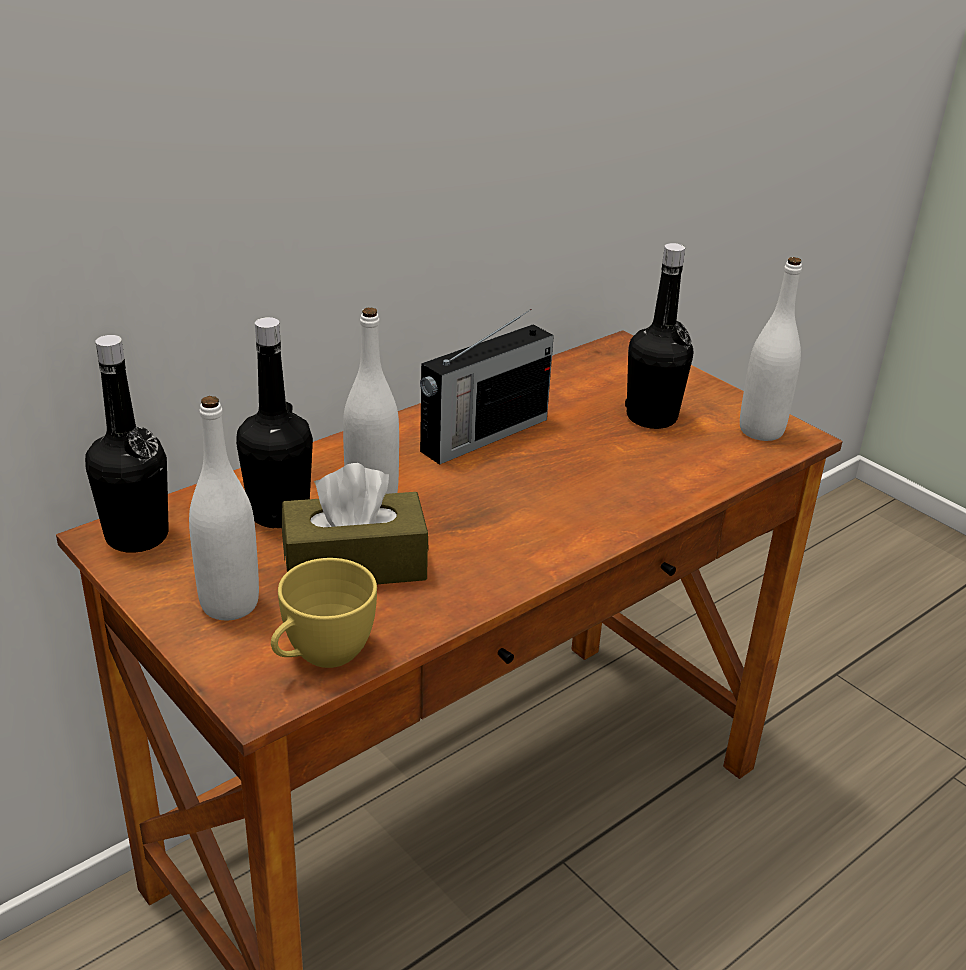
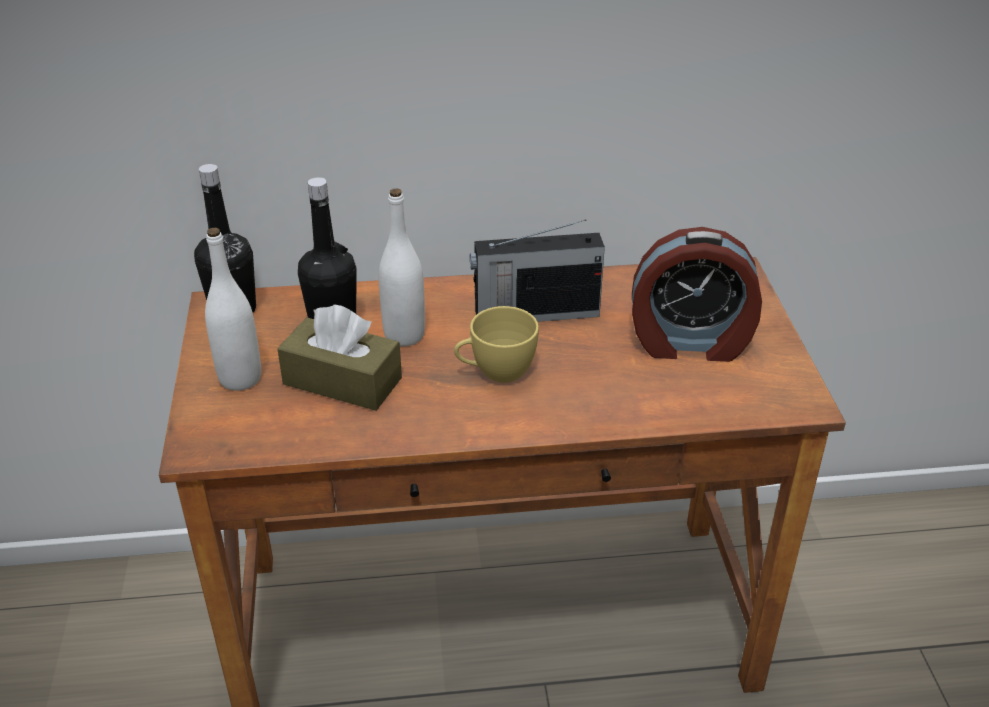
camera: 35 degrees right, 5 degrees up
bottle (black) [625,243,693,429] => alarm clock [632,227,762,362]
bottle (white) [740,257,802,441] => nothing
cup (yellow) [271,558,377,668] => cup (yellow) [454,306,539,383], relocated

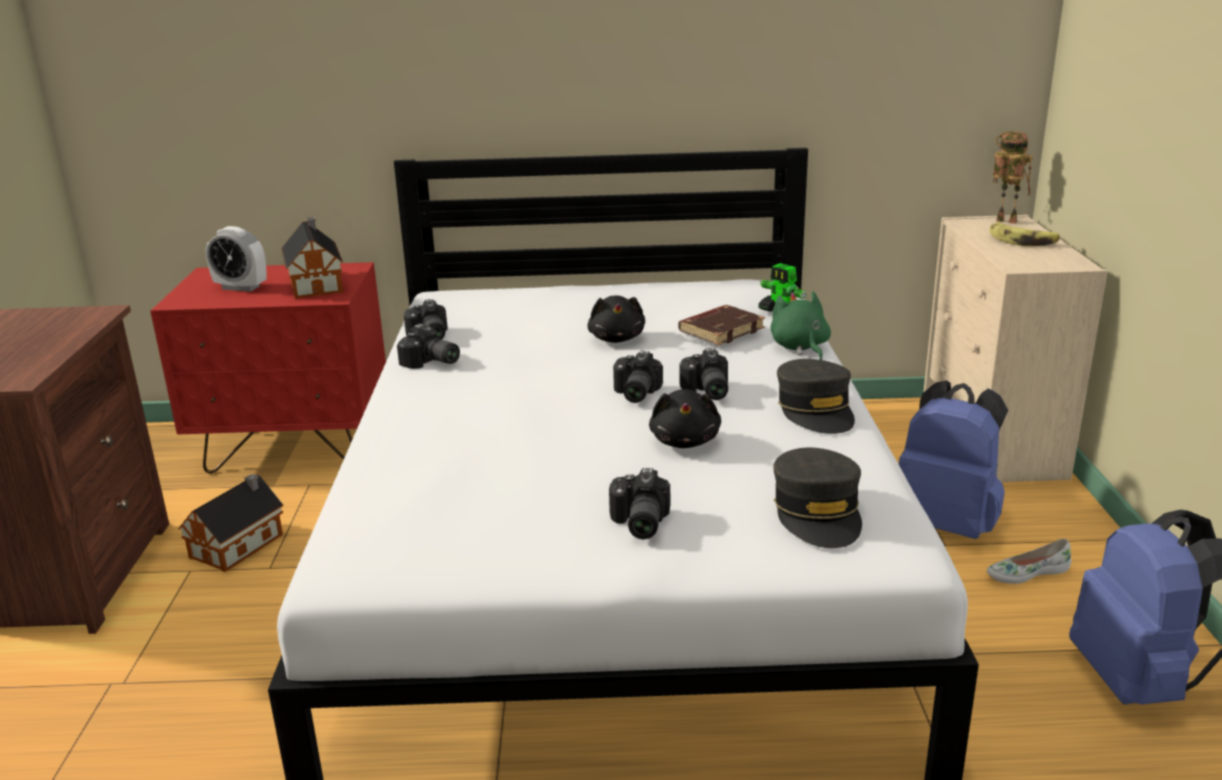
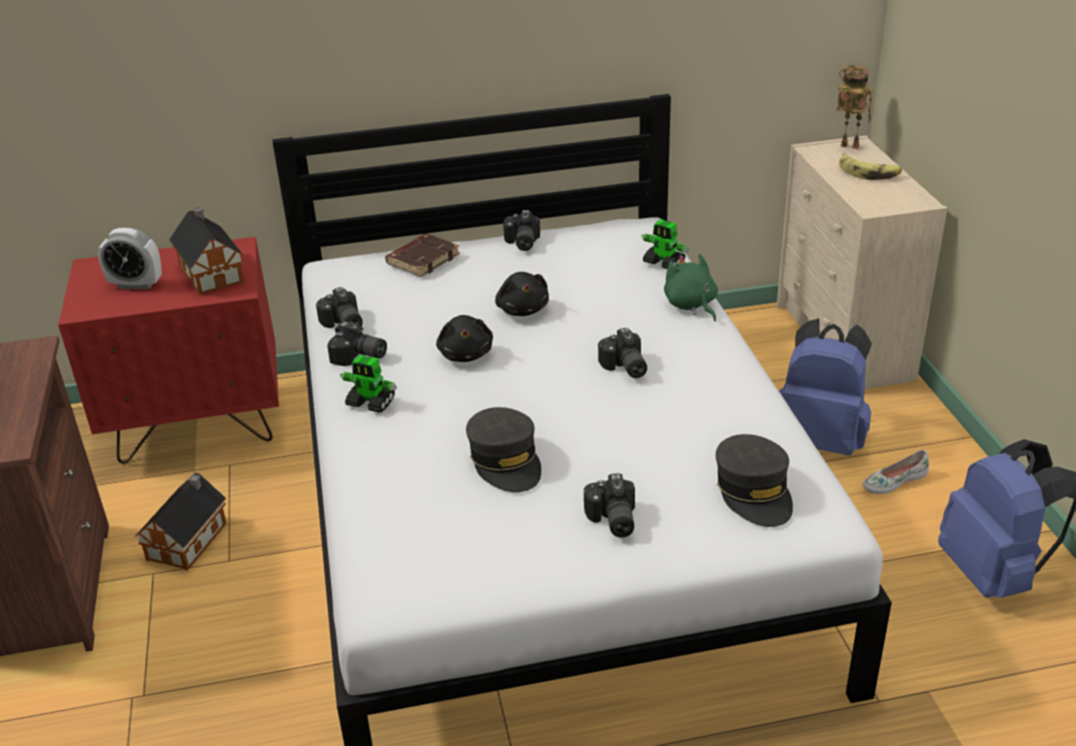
camera: 10 degrees left, 10 degrees up
book (brown) [679,305,765,345] => book (brown) [385,234,460,277], relocated
photo camera [613,351,663,403] => photo camera [503,210,540,251], relocated
cap (grey) [777,359,855,434] => cap (grey) [466,407,541,493], relocated
plush toy (black) [649,389,721,448] => plush toy (black) [436,315,493,362], relocated
nothing => toy robot [340,355,397,413]

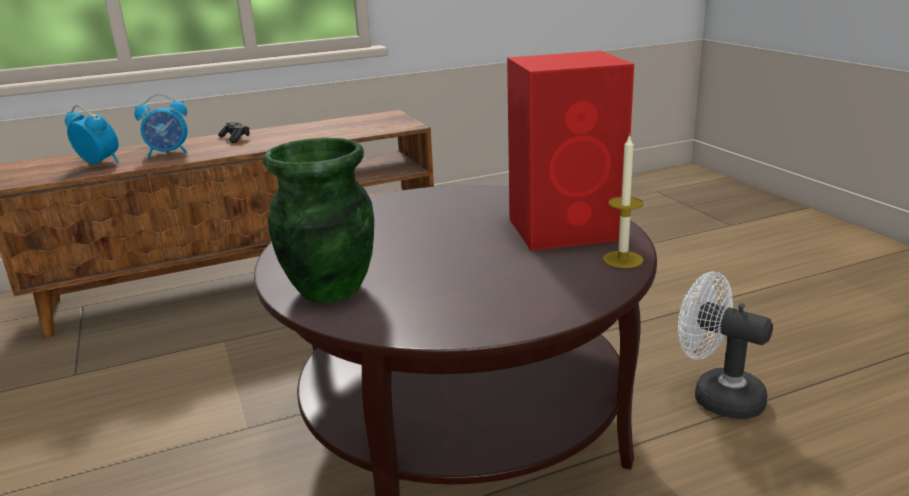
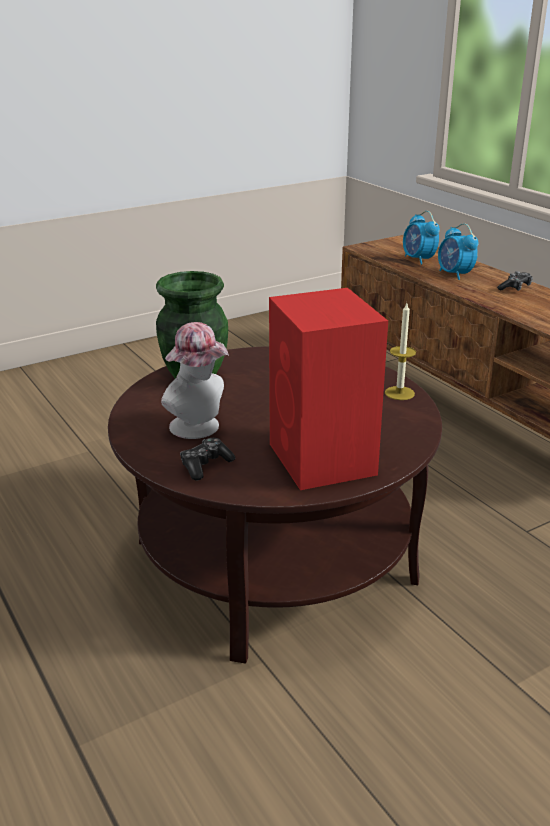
camera: 80 degrees right, 5 degrees up
alarm clock [65,105,119,164] => alarm clock [403,211,440,265], 135 degrees clockwise
candle [603,134,644,268] => candle [385,303,416,400], relocated
fan (white) [678,272,773,419] => nothing
nothing => hat [161,322,229,439]
nothing => game controller [180,438,235,480]

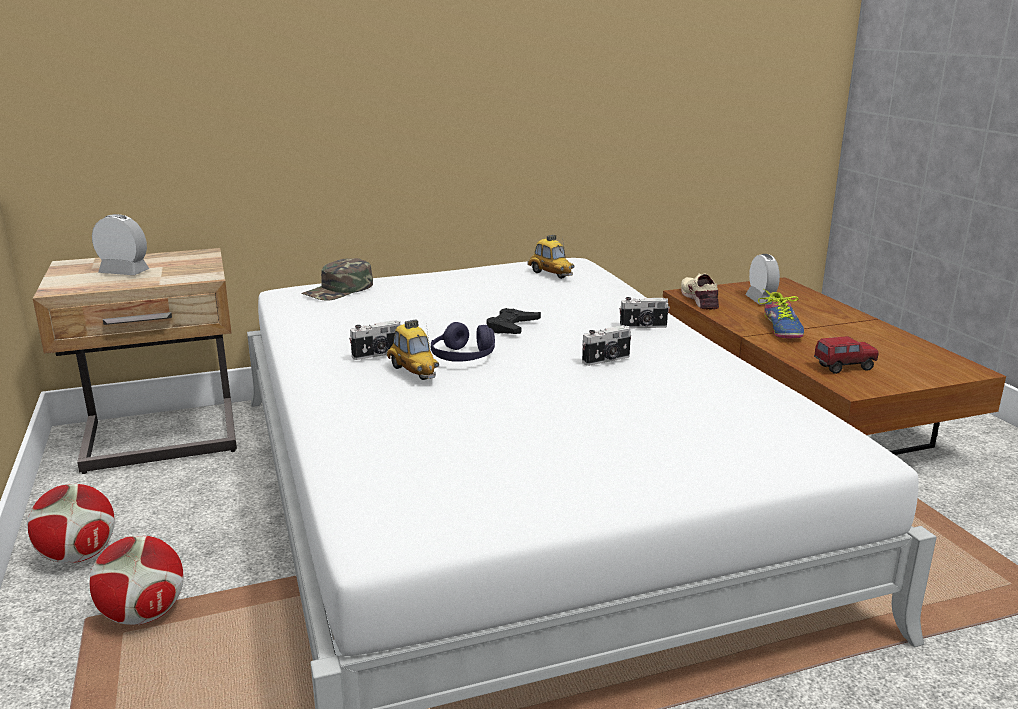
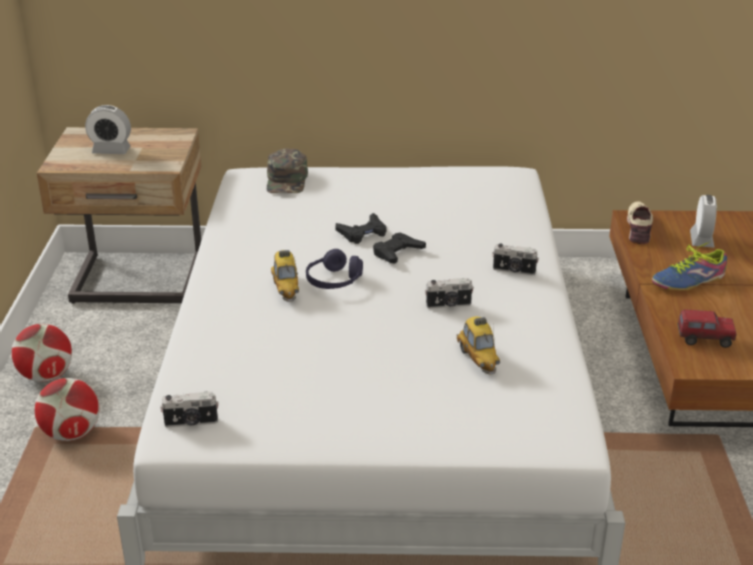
camera: 20 degrees right, 10 degrees up
alarm clock [92,214,149,275] => alarm clock [85,105,131,154], 150 degrees clockwise
toy car [527,235,574,279] => toy car [457,317,500,375], relocated
cap (green) [302,258,373,301] => cap (green) [267,148,308,193], 60 degrees counterclockwise
shoe [758,289,804,338] => shoe [652,241,727,291], 45 degrees clockwise
photo camera [349,320,400,360] => photo camera [160,392,219,427], relocated
nothing => game controller (black) [336,213,387,244]

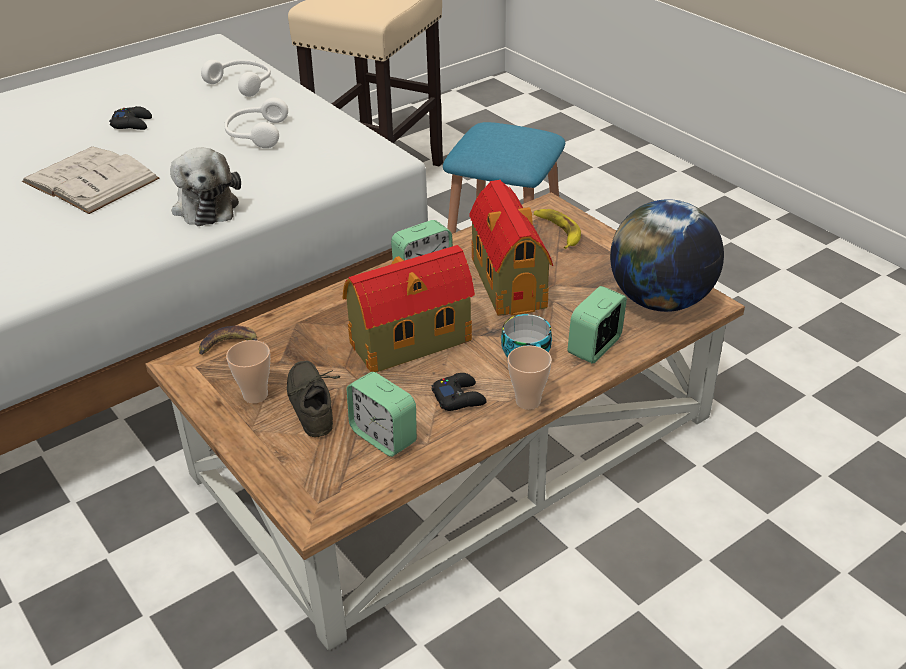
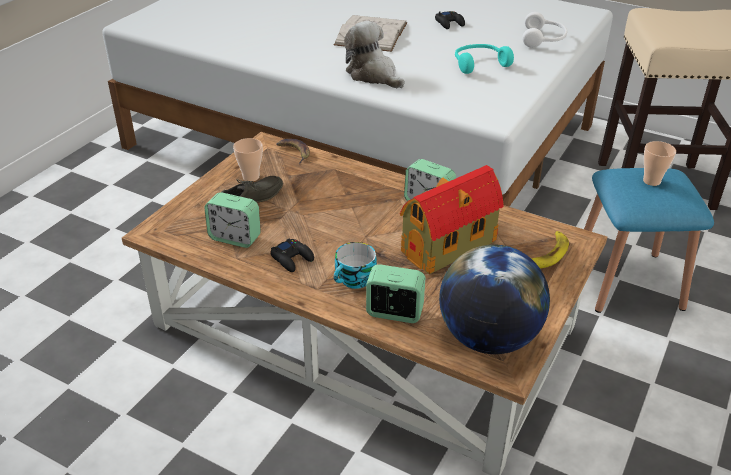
camera: 65 degrees right, 0 degrees up
headphones (white) [224,97,288,148] => headphones (turquoise) [455,44,514,74]
plush toy [170,148,241,226] => plush toy [344,21,405,88], 90 degrees clockwise
toy house [342,245,475,372] => nothing
cup [507,345,552,410] => cup [643,141,676,186], relocated
alarm clock [347,372,417,457] => alarm clock [204,192,261,248], 90 degrees counterclockwise

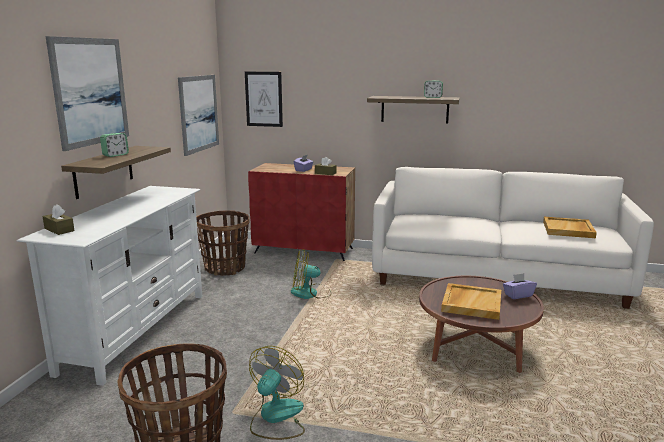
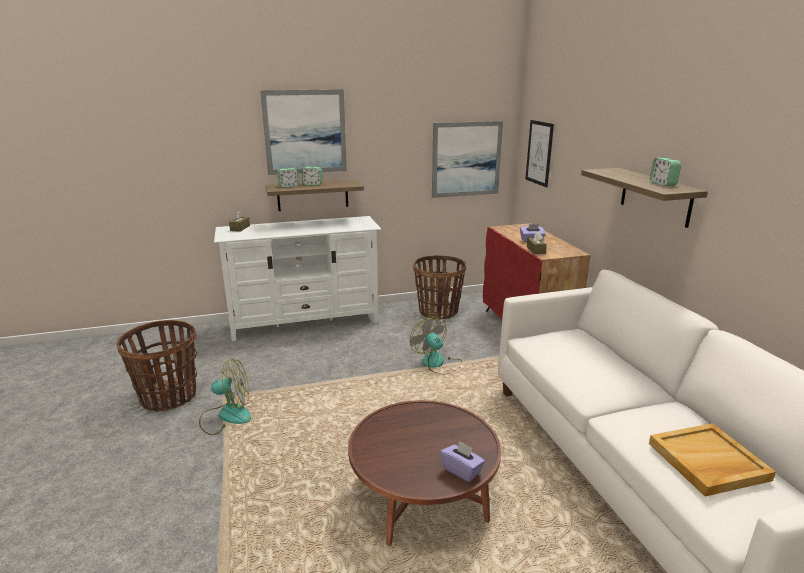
camera: 60 degrees right, 5 degrees up
tray (beige) [441,283,501,320] => nothing
nothing => alarm clock [277,168,299,188]

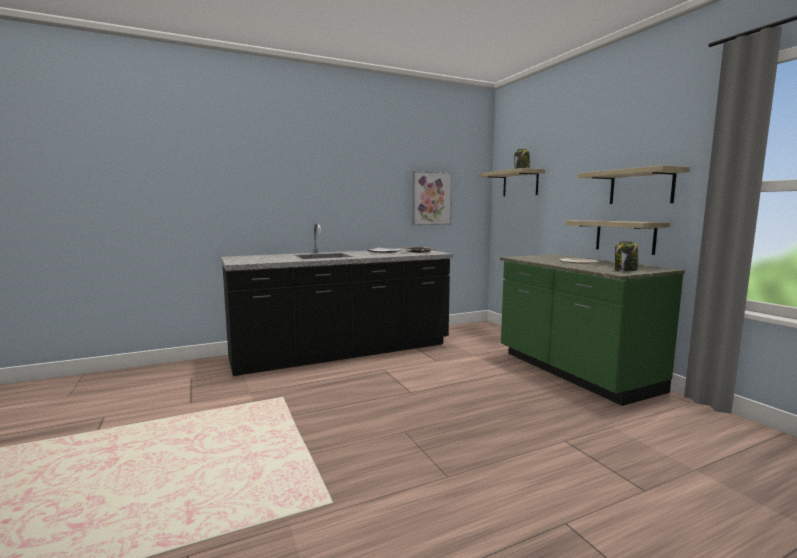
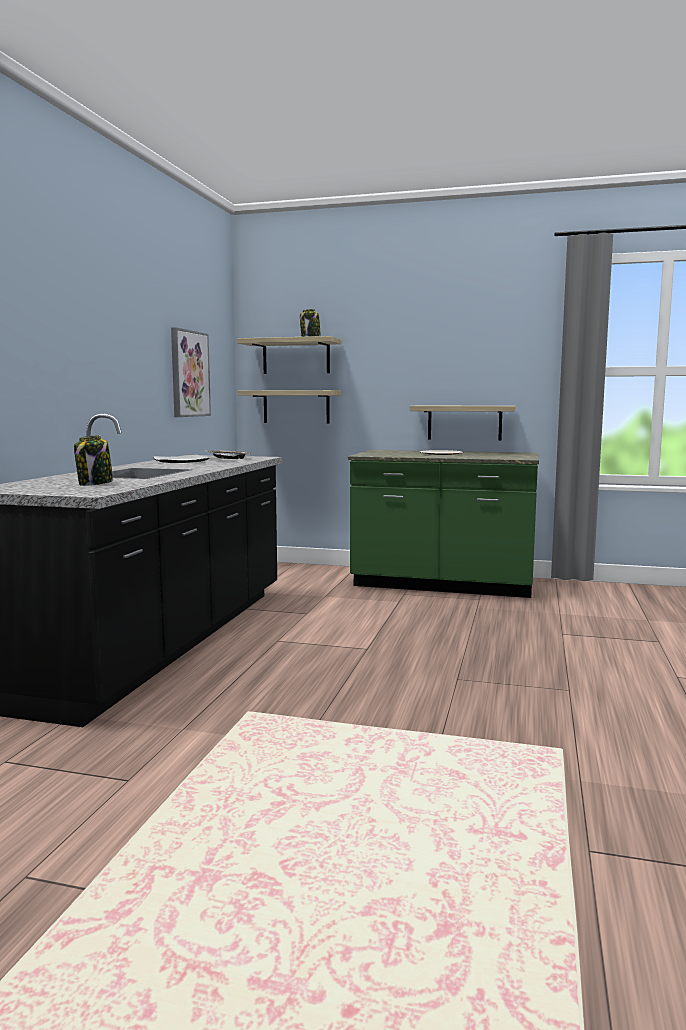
camera: 50 degrees left, 0 degrees up
shelf [578,165,690,204] => shelf [238,390,341,424], relocated
jar [615,241,638,272] => jar [74,435,113,486], relocated

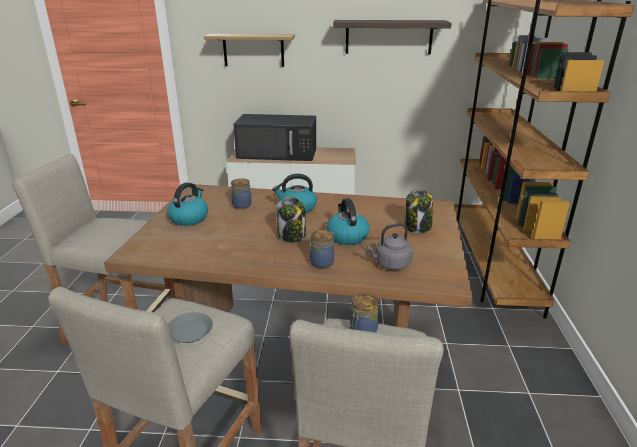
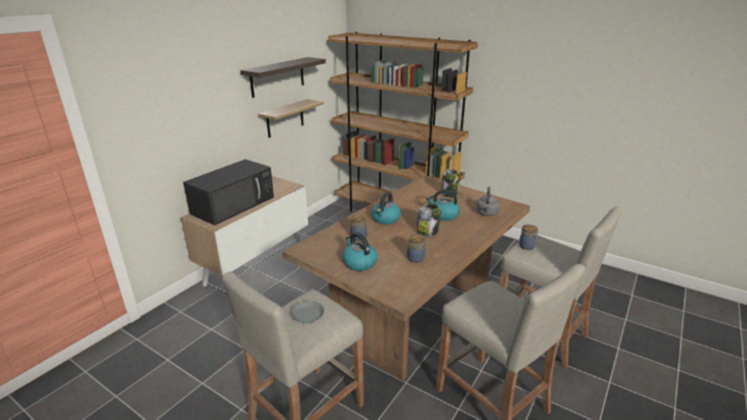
camera: 60 degrees left, 0 degrees up
shelf [204,33,295,67] => shelf [258,99,324,138], relocated
jar [310,230,334,268] => jar [407,234,425,263], relocated
plate (grey) [168,312,213,343] => plate (grey) [291,301,324,323], relocated

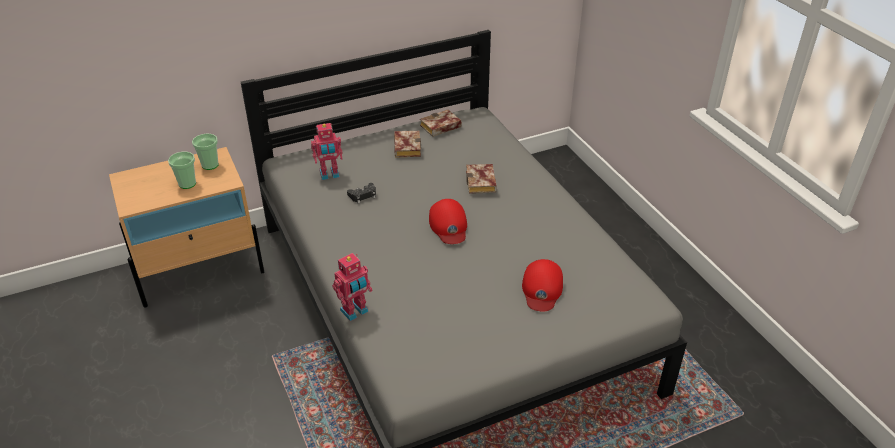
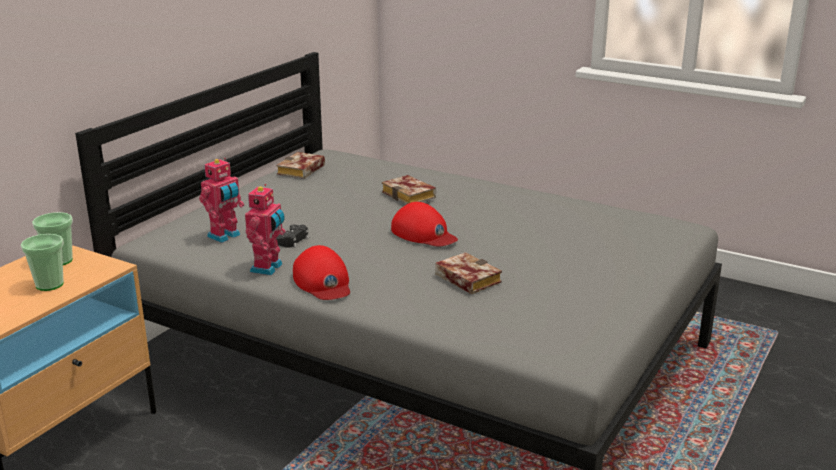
camera: 35 degrees left, 15 degrees down
book [394,131,421,158] => book [435,252,502,294], relocated
toy robot [332,253,373,321] => toy robot [245,184,285,275], relocated
cap (red) [522,259,563,311] => cap (red) [293,245,350,300], relocated

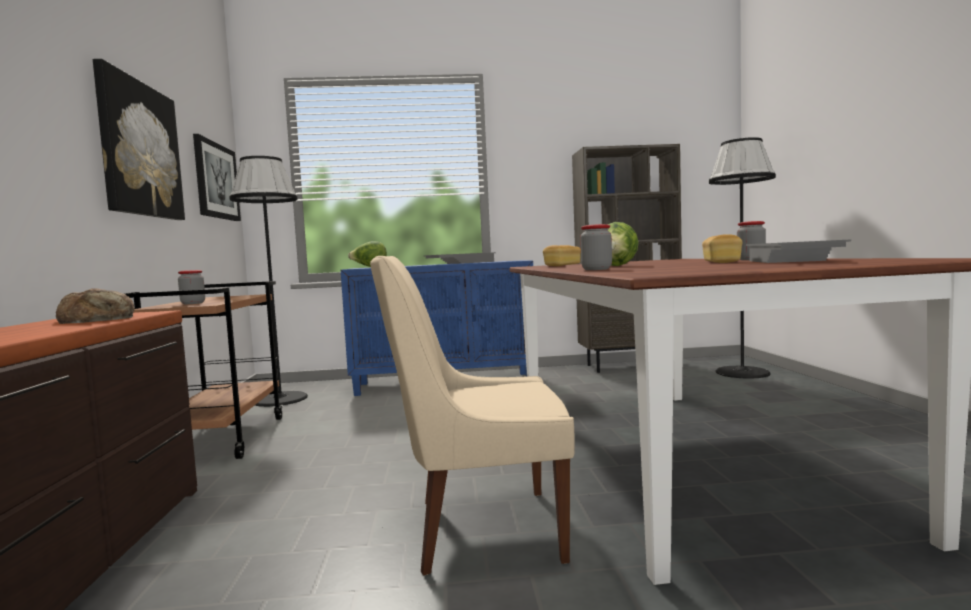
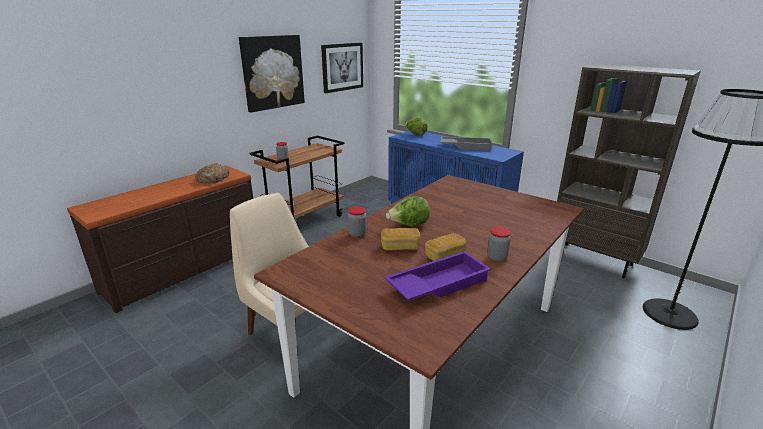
camera: 45 degrees right, 20 degrees up
floor lamp (black) [229,156,308,407] => nothing
tray (grey) [746,239,851,263] => tray (purple) [384,251,491,301]
bread [543,245,581,266] => bread [381,228,420,250], relocated

